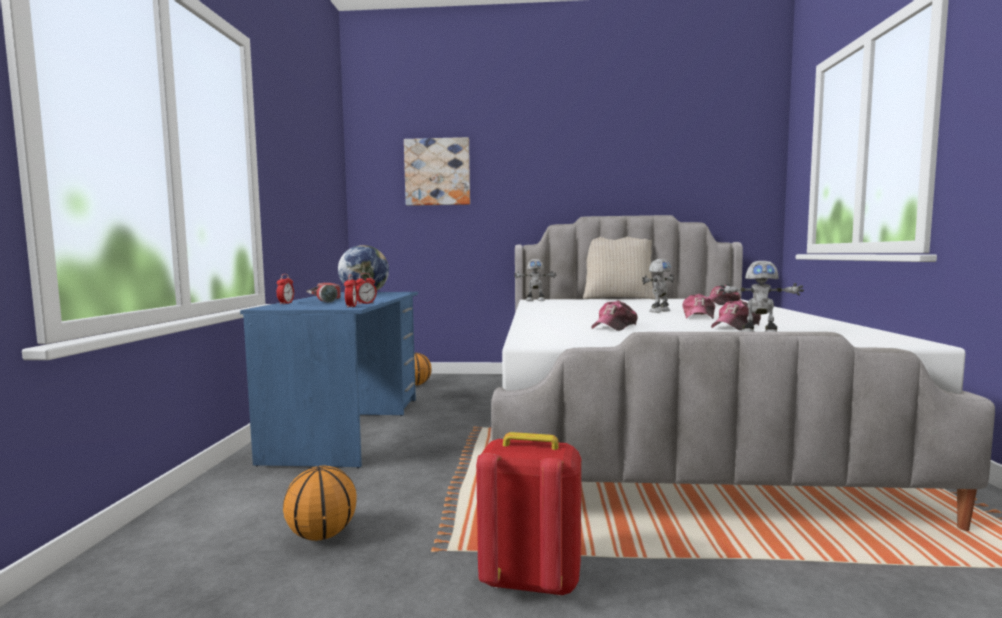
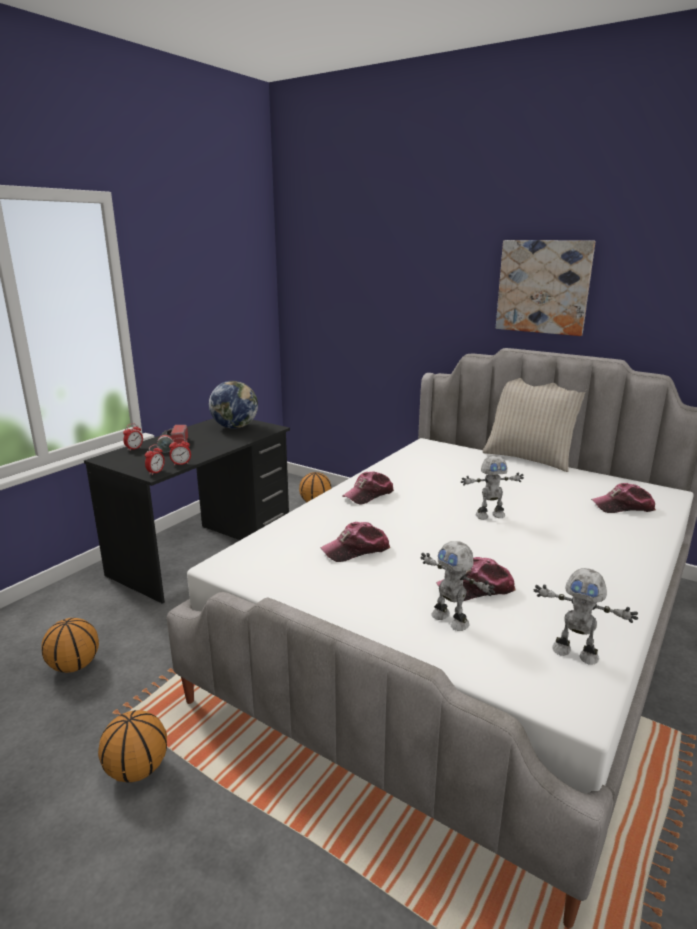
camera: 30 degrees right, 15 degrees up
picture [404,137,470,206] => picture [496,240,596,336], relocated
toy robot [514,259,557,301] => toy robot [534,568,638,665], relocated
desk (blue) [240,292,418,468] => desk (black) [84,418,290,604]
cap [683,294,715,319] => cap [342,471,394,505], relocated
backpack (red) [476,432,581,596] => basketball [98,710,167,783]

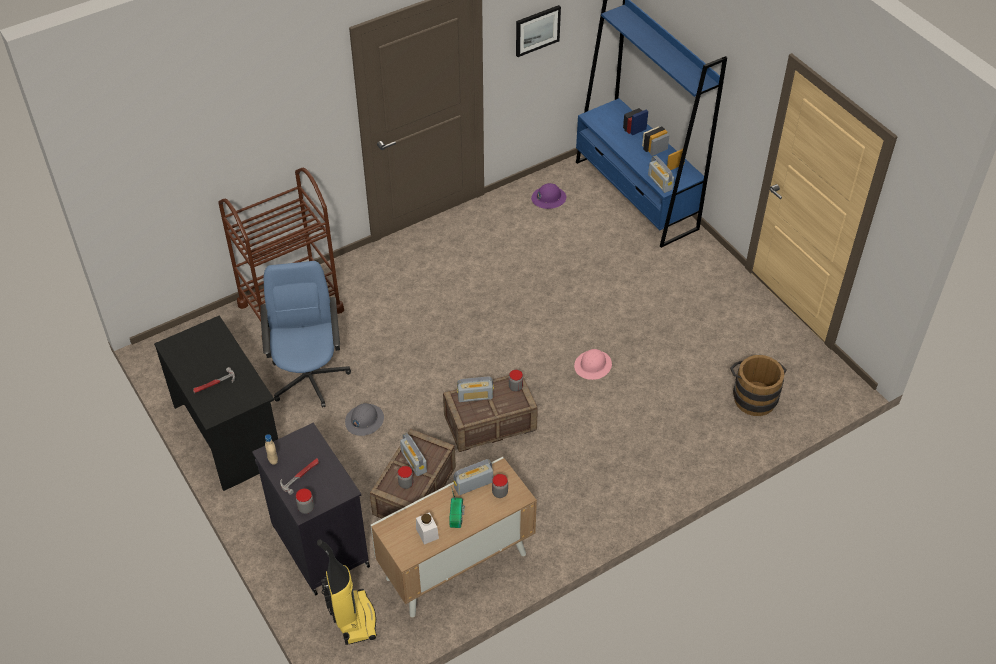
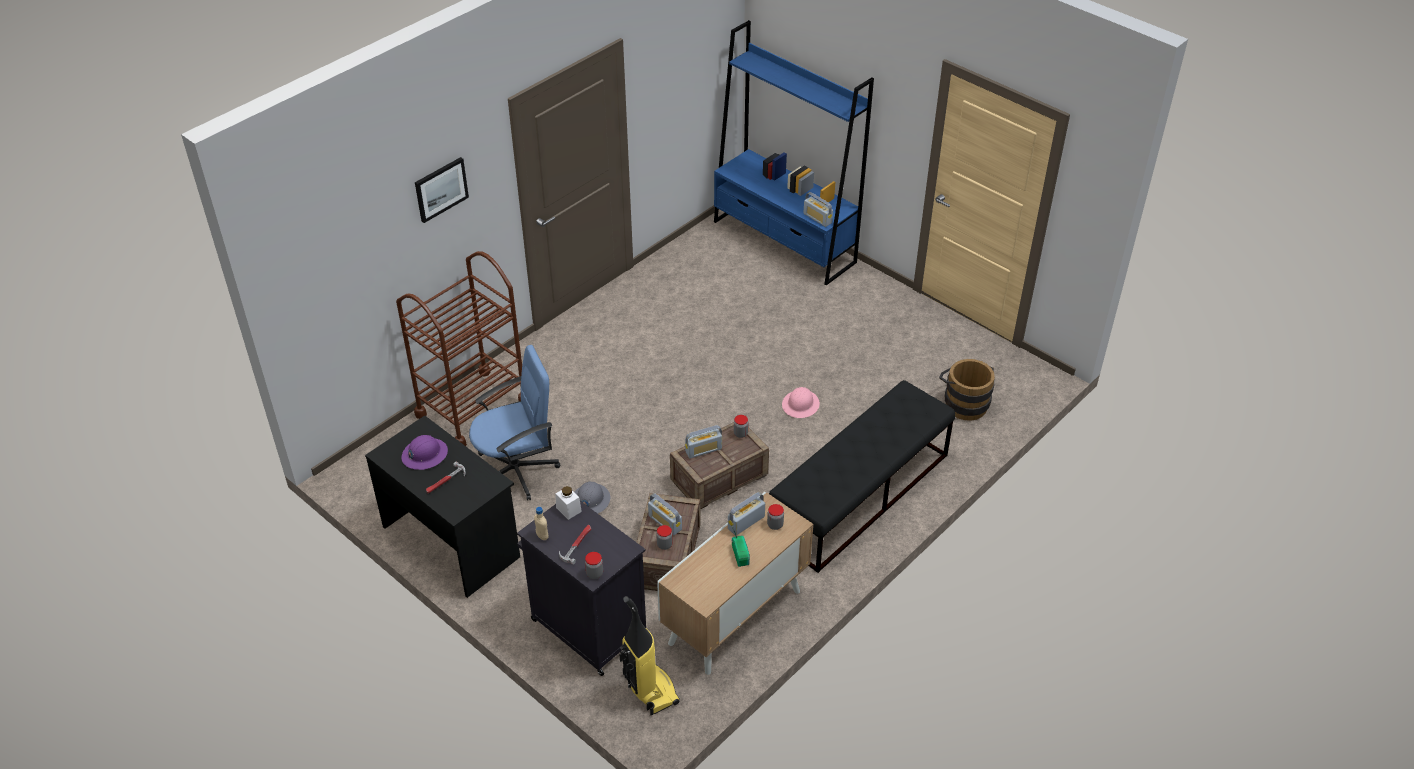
camera: 15 degrees left, 5 degrees down
picture [516,5,561,57] => picture [415,157,469,223], relocated
hard hat (purple) [531,183,566,209] => hard hat (purple) [401,435,448,470], relocated
office chair (blue) [260,261,351,408] => office chair (blue) [469,345,560,501], 90 degrees clockwise
jar (white) [416,512,439,544] => jar (white) [556,486,582,520], relocated
nothing => bench (black) [769,380,955,573]

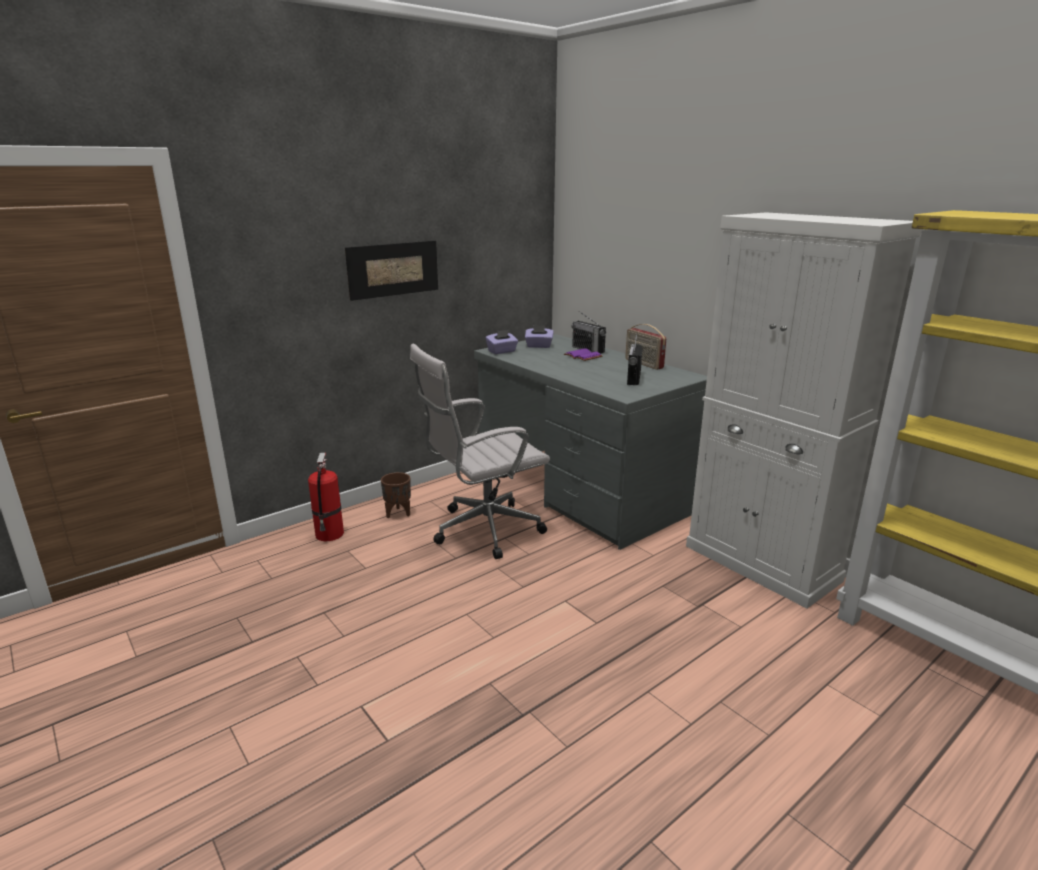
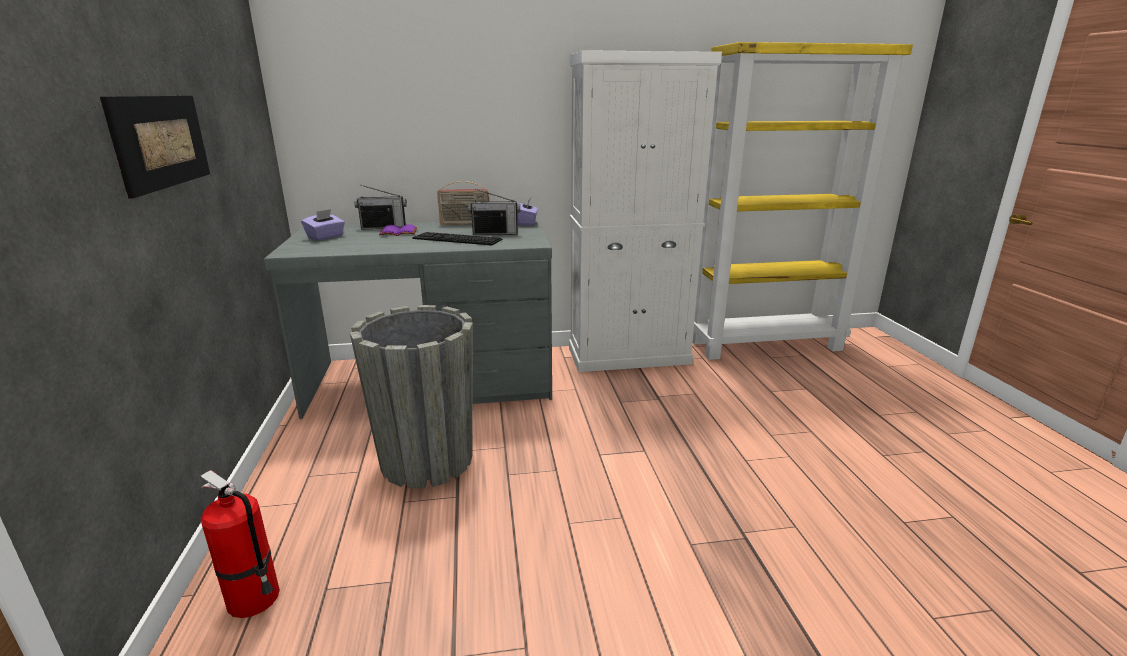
camera: 60 degrees left, 0 degrees up
tissue box (purple) [486,330,518,354] => tissue box (purple) [517,198,538,225], relocated
radio [627,333,643,385] => radio [468,189,520,235], 45 degrees counterclockwise
office chair (white) [410,344,550,559] => planter (grey) [350,305,473,488]
planter (brown) [381,472,411,518] => nothing
nothing => keyboard [412,232,502,246]

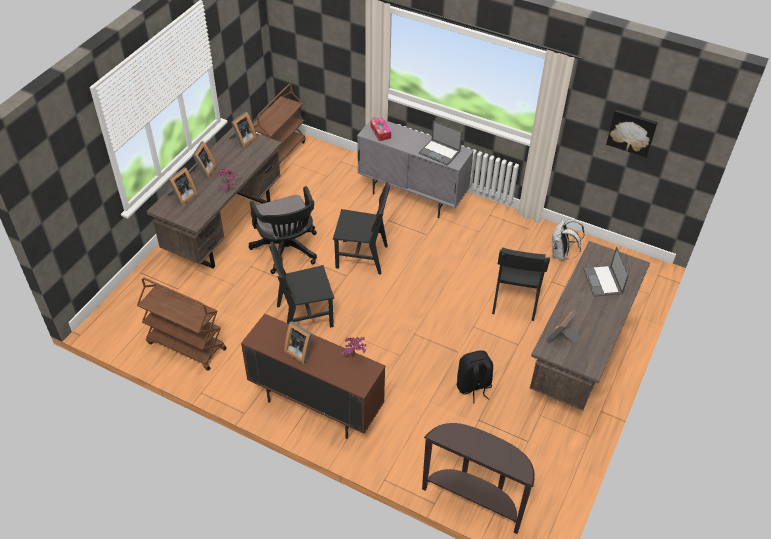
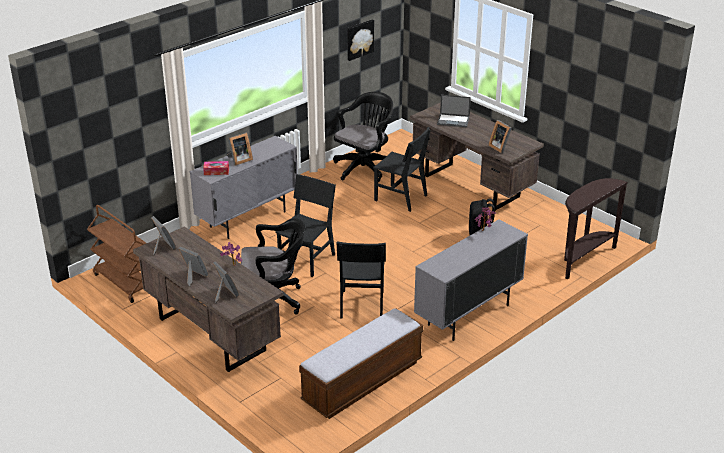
camera: 70 degrees left, 15 degrees down
laptop [419,120,462,166] => nothing
backpack (white) [551,218,585,260] => office chair (black) [333,92,393,182]
cart (brown) [137,278,227,371] => bench [299,309,423,419]
cabinet (brown) [241,314,385,439] => cabinet (grey) [414,219,528,341]
picture frame [284,321,312,364] => picture frame [227,133,253,166], relocated

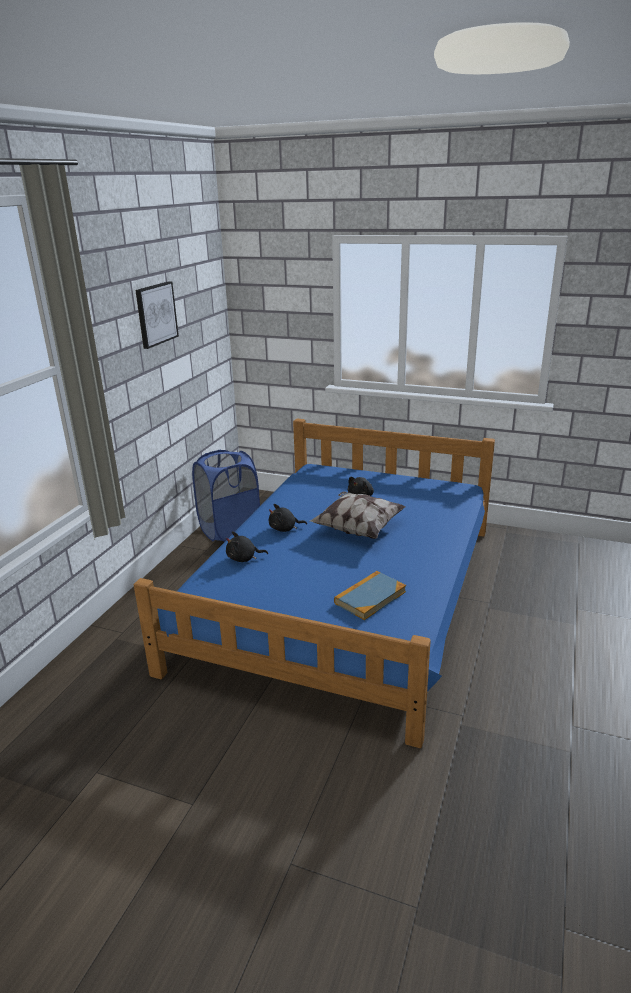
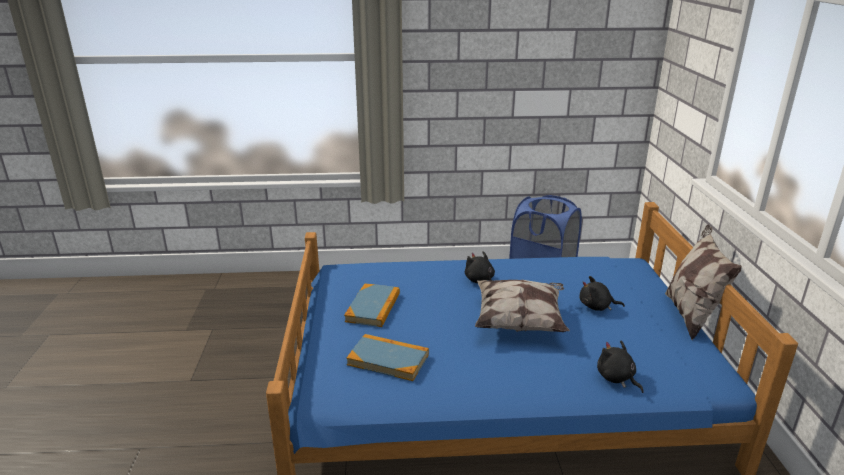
camera: 65 degrees right, 0 degrees up
picture [135,281,179,349] => nothing
plush toy (black) [226,531,268,562] => plush toy (black) [597,341,643,393], relocated
nothing => pillow [665,224,742,340]
nothing => book [344,283,400,327]

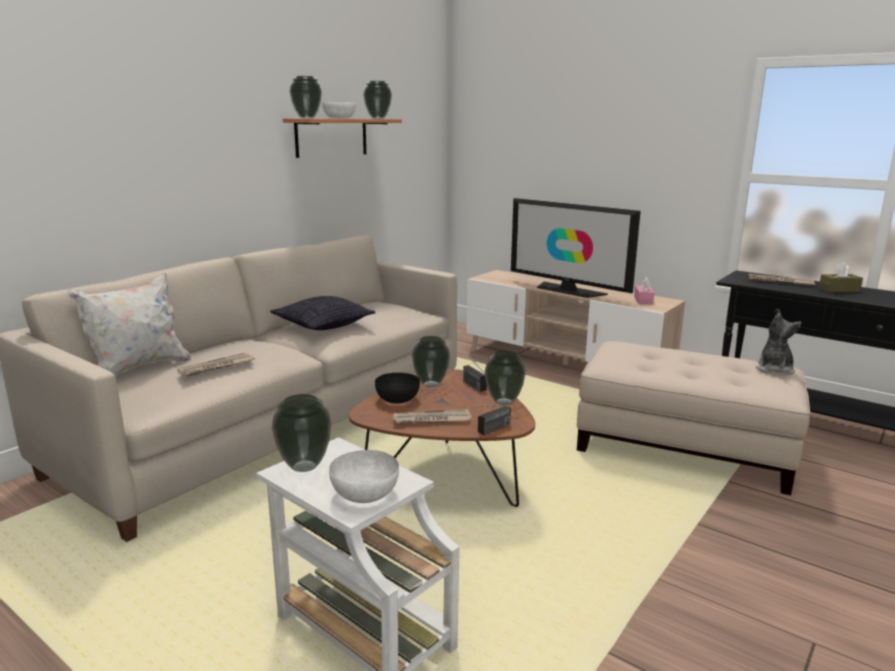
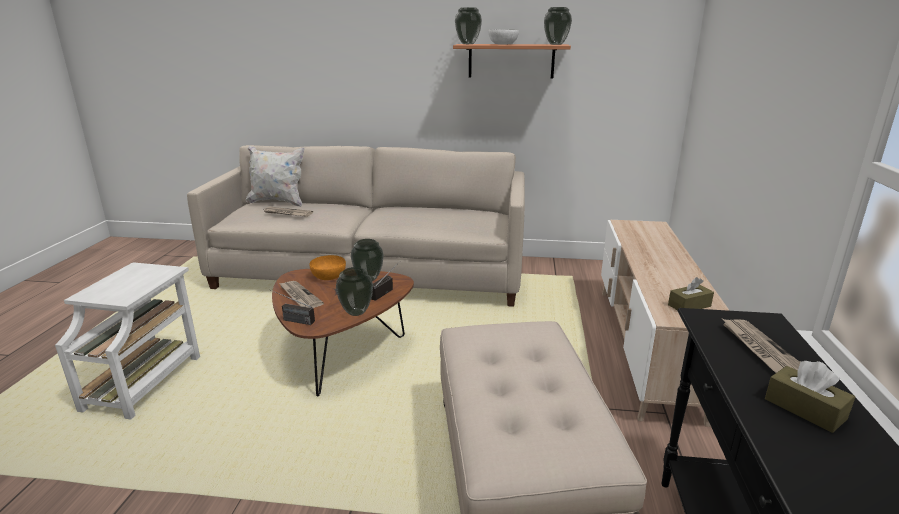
camera: 60 degrees right, 5 degrees up
television [511,198,641,298] => nothing
tissue box (pink) [634,278,654,304] => tissue box (brown) [668,277,714,311]
pillow [270,296,376,330] => nothing
plush toy [755,313,801,375] => nothing
bowl (black) [375,373,420,404] => bowl (orange) [309,255,346,280]
vase [272,394,331,472] => nothing
bowl (white) [329,450,399,503] => nothing

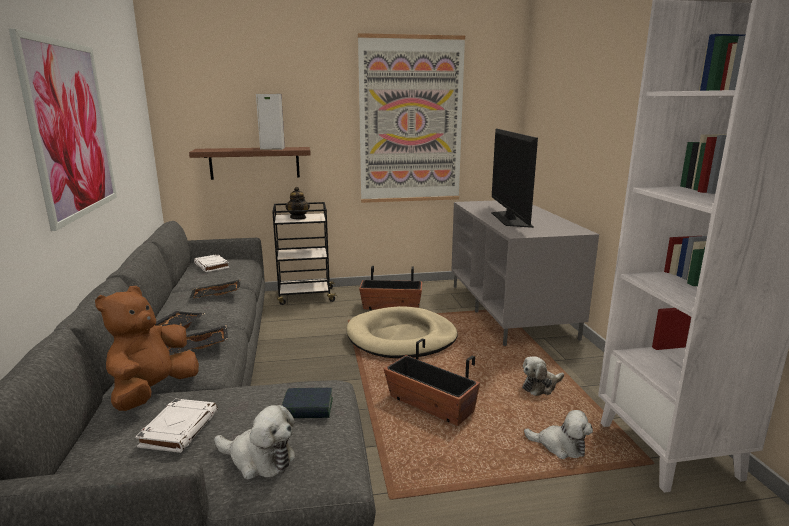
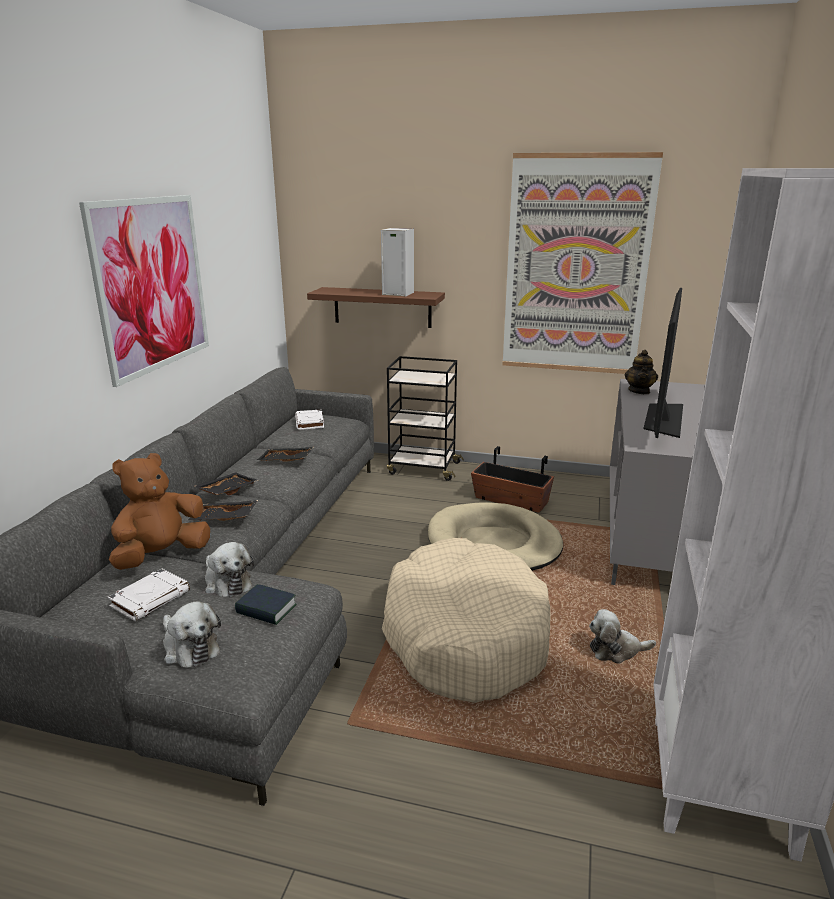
camera: 25 degrees right, 5 degrees up
teapot [286,187,310,220] => teapot [625,350,658,394], relocated
planter [384,338,480,426] => dog bed (beige) [382,538,550,703]
plush toy [524,410,593,459] => plush toy [205,542,254,598], relocated

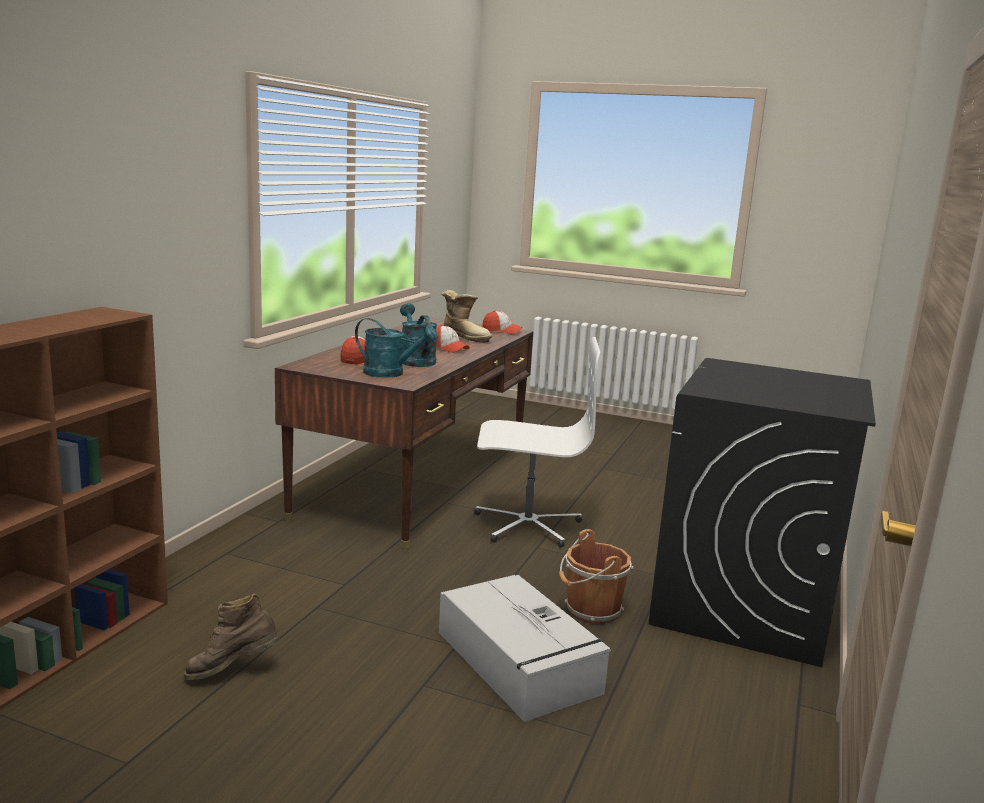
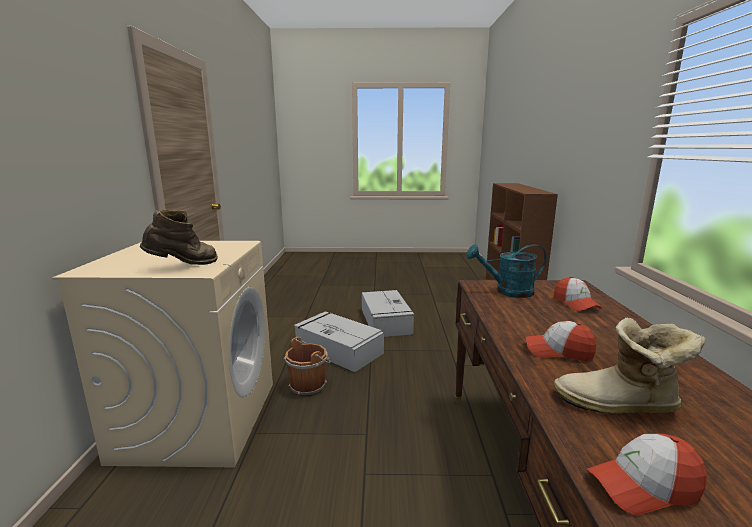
camera: 160 degrees right, 0 degrees up
watering can (turquoise) [400,303,438,367] => nothing
office chair (white) [474,337,600,548] => nothing
washing machine (black) [649,358,876,667] => washing machine (beige) [52,241,273,467]
boot (brown) [184,593,279,680] => boot (brown) [140,210,218,265], relocated
nothing => storage box (grey) [362,290,414,337]

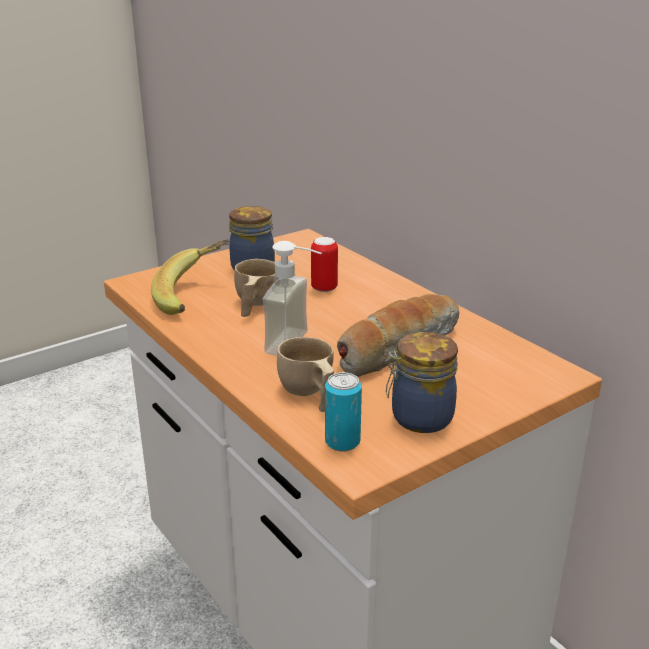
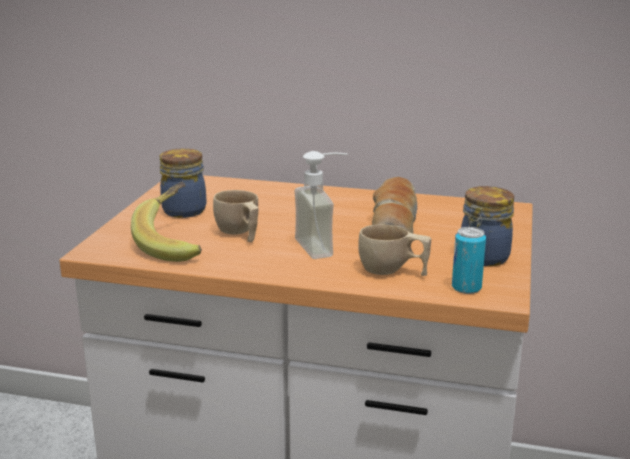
camera: 40 degrees left, 5 degrees down
can [311,237,338,292] => nothing

